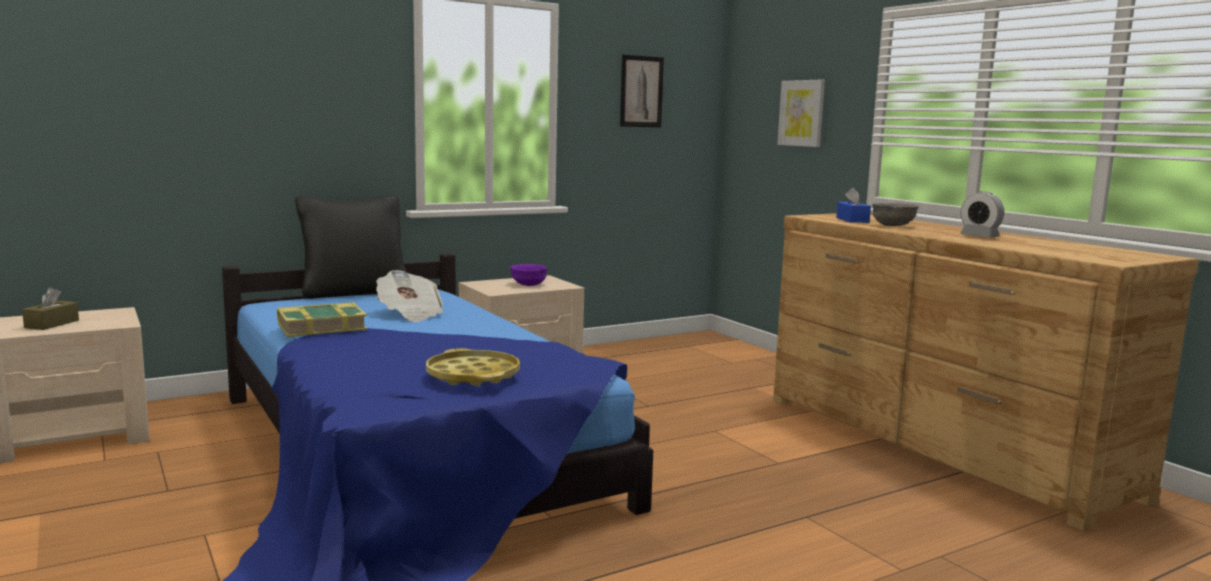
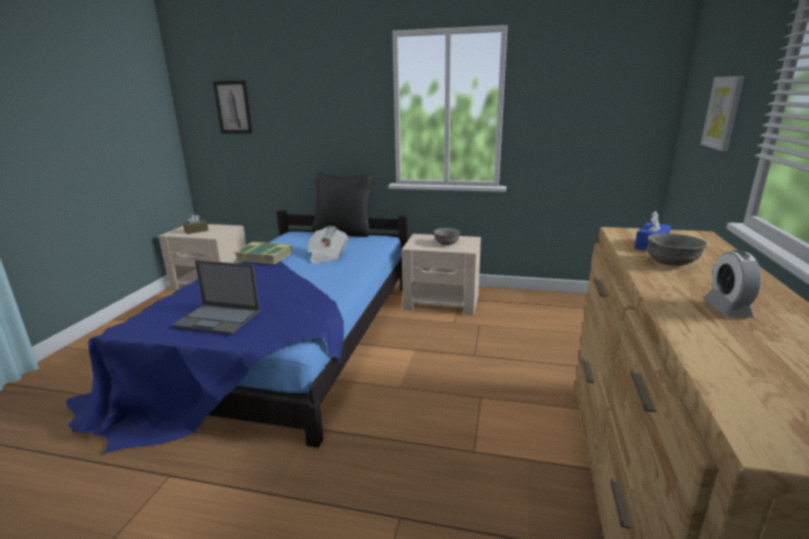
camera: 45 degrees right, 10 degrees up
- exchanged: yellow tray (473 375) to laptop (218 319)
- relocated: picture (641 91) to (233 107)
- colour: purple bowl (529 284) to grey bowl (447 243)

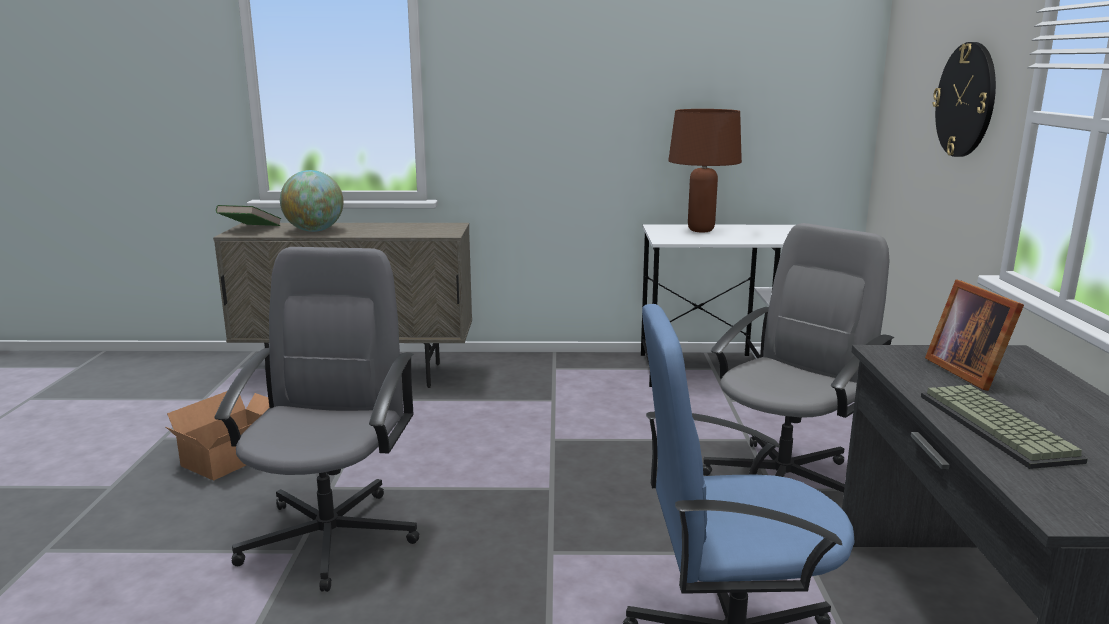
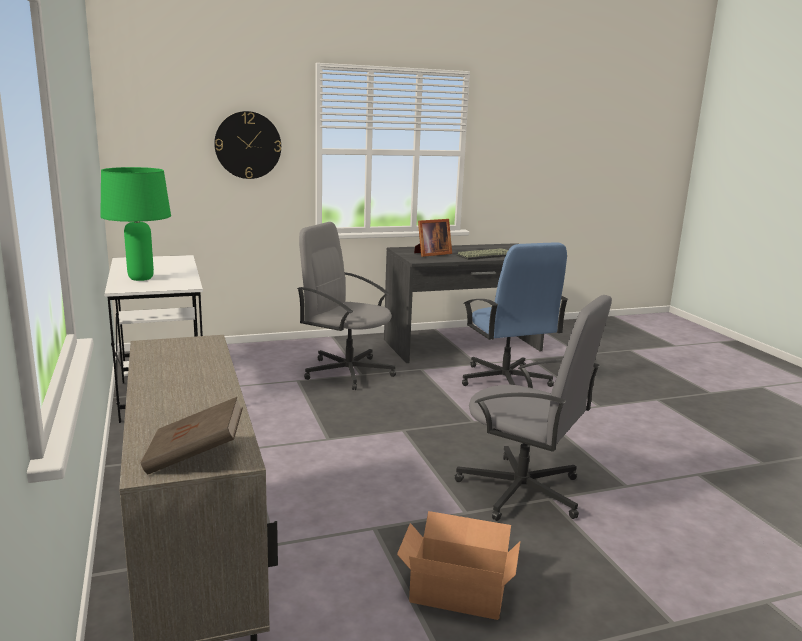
camera: 110 degrees left, 0 degrees up
- colour: brown table lamp (701 230) to green table lamp (141 278)
- colour: green book (250 229) to brown book (195 457)
- spun: grey office chair (331 536) = (522 491) 135 degrees counterclockwise
- missing: globe (314 231)

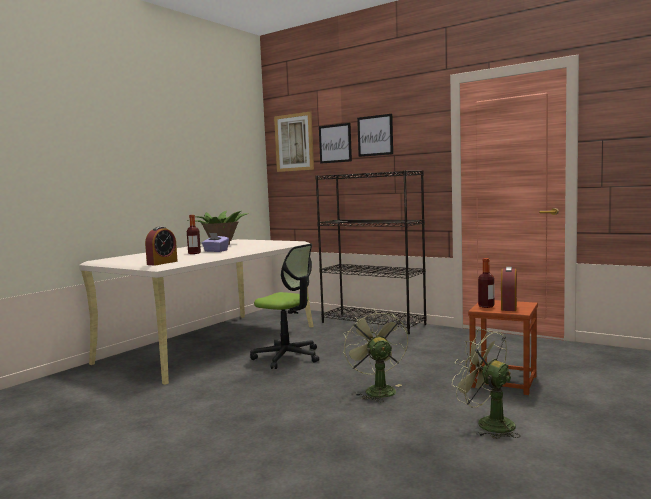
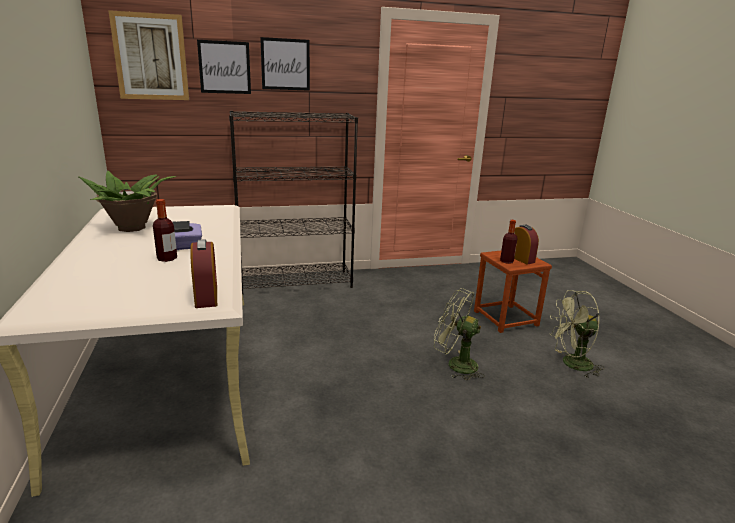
camera: 50 degrees left, 15 degrees up
- missing: office chair (287 357)

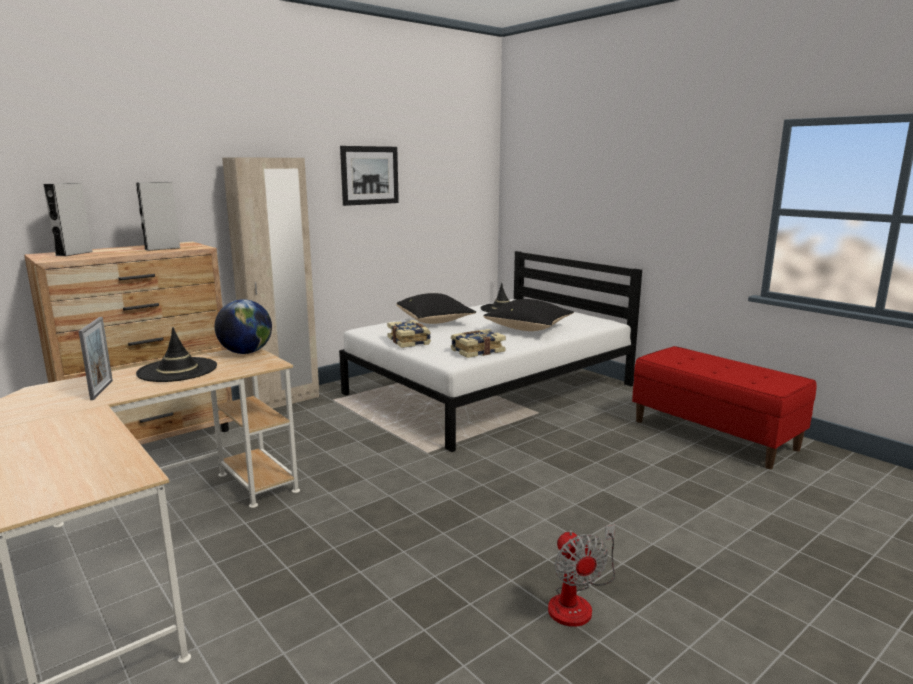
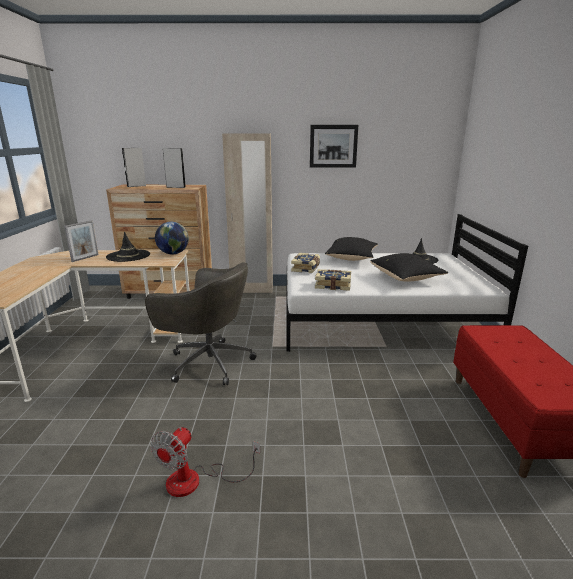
camera: 40 degrees right, 5 degrees up
- appeared: grey office chair (208 362)

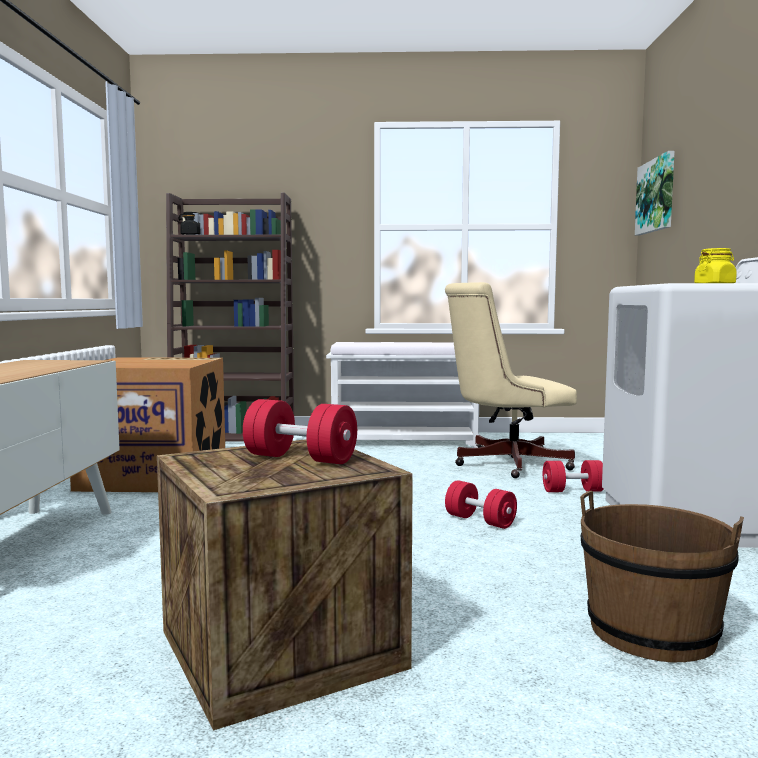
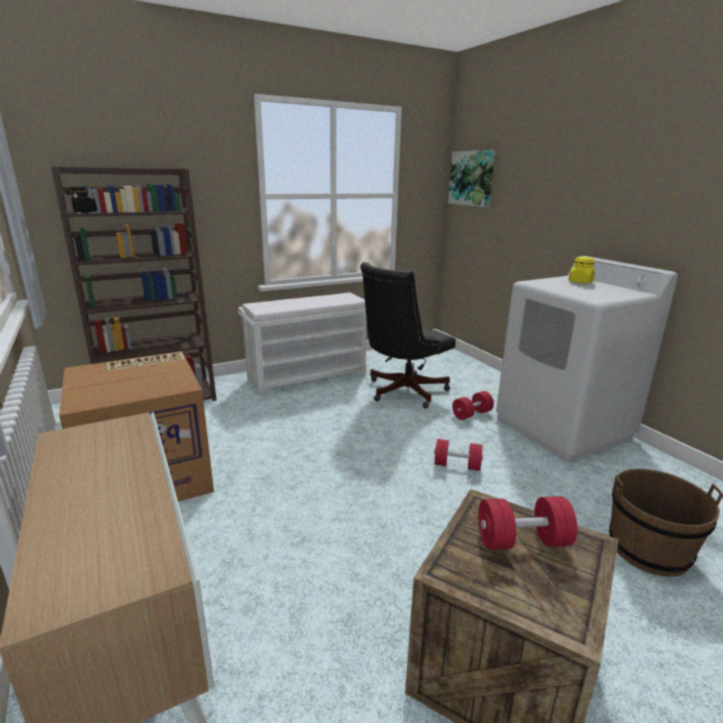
camera: 30 degrees left, 15 degrees up
- colour: beige office chair (504 464) to black office chair (402 391)

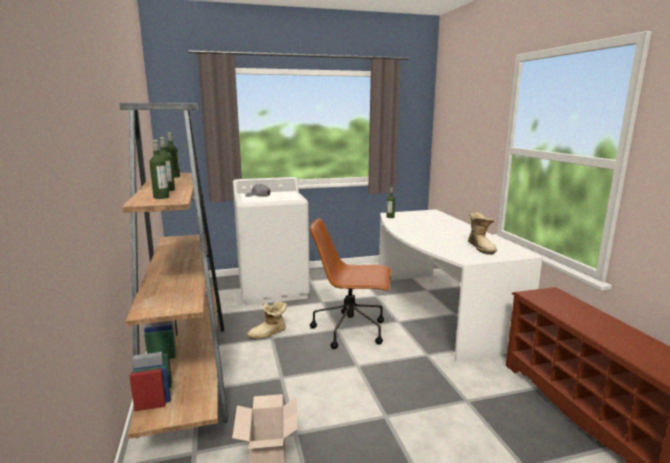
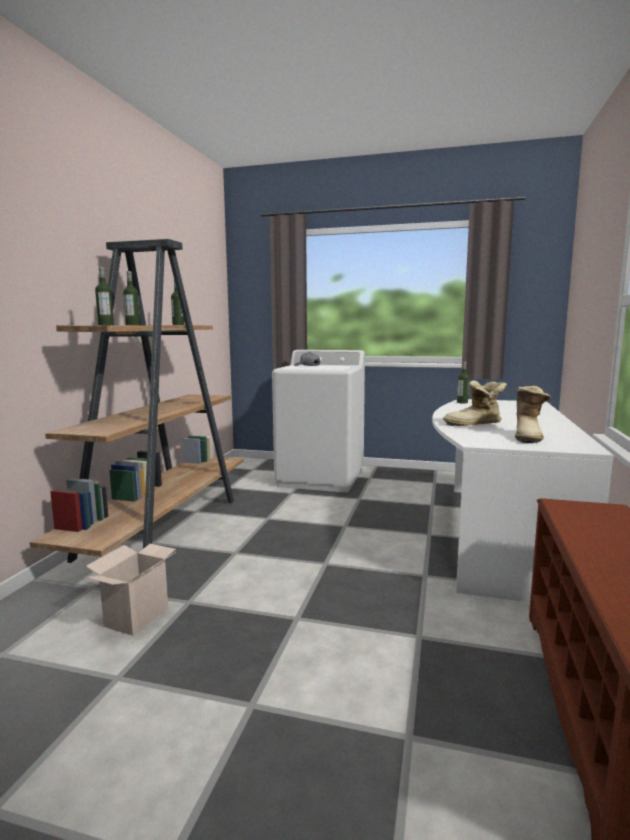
camera: 30 degrees right, 5 degrees down
- relocated: boot (269 334) to (474 425)
- missing: brown office chair (351 330)

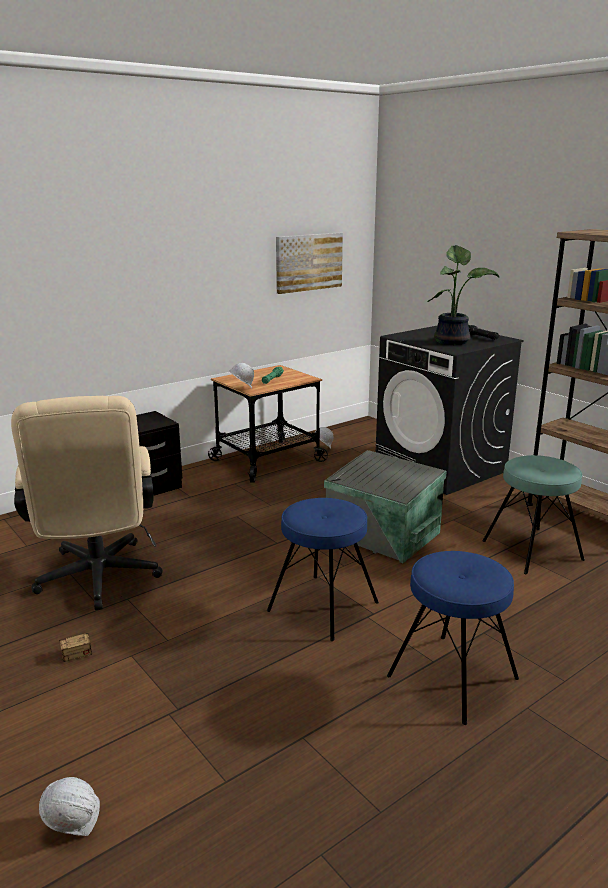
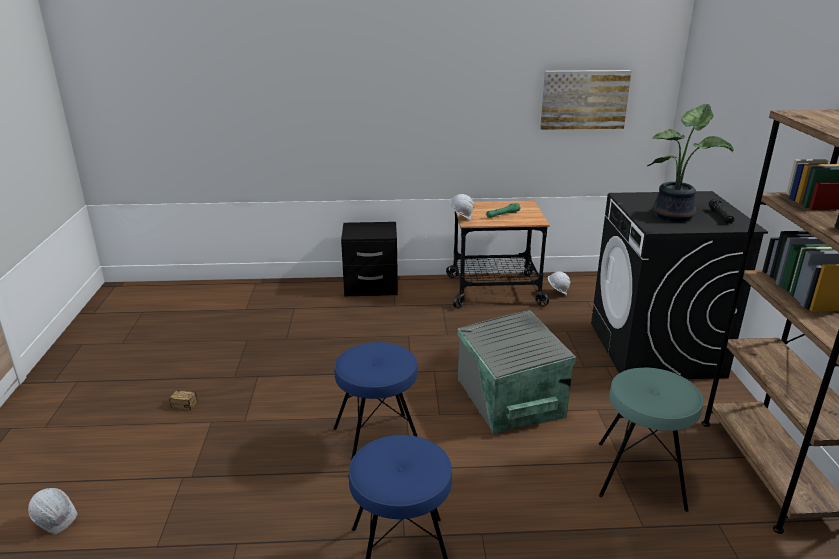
camera: 35 degrees right, 5 degrees up
- missing: beige office chair (98 581)

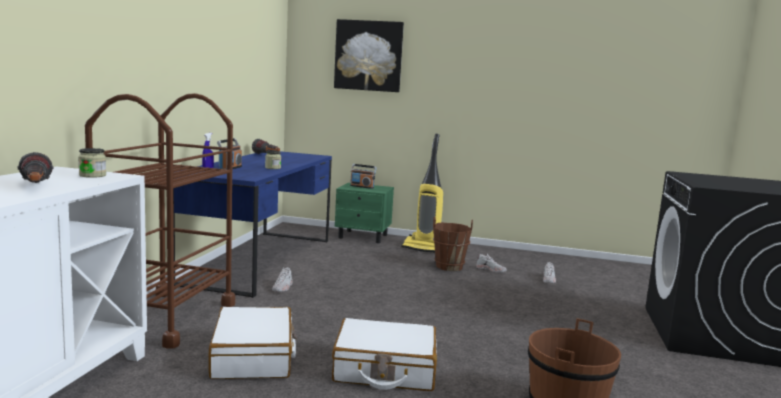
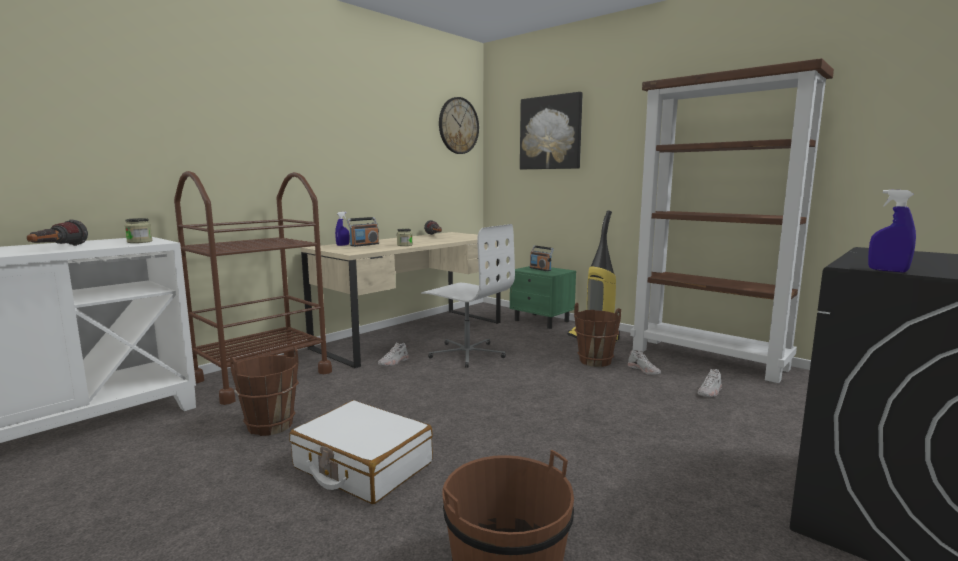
camera: 30 degrees right, 0 degrees up
- exchanged: white suitcase (253 357) to brown bucket (270 425)
- colour: blue desk (260 260) to beige desk (412 335)
- appeared: white office chair (467 353)
- appeared: wall clock (458 126)
- appeared: brown bookcase (708 359)
- appeared: blue spray bottle (887 270)

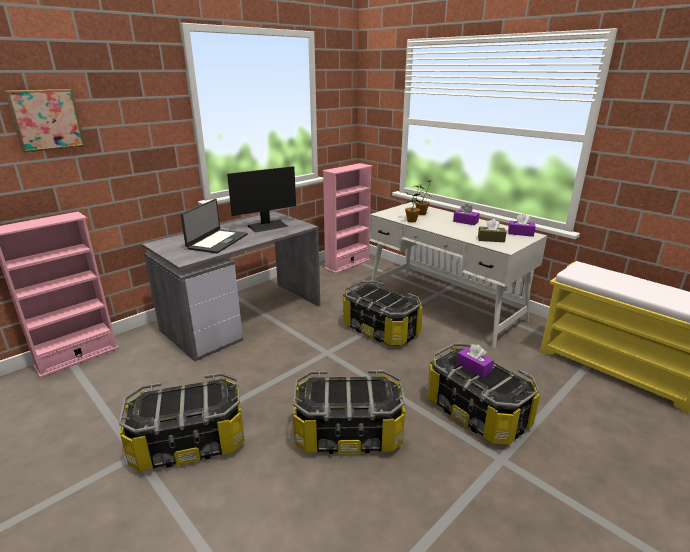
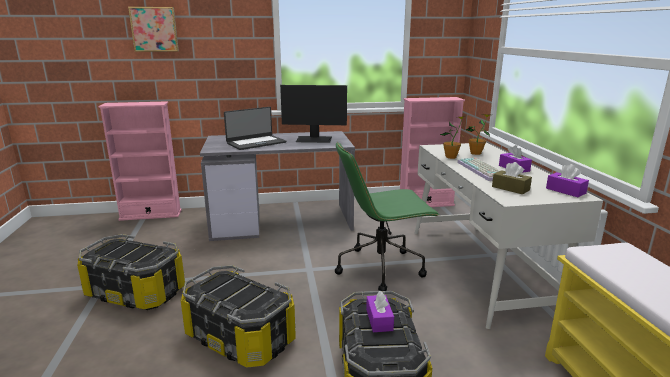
camera: 35 degrees right, 5 degrees down
- exchanged: storage box (380 330) to green office chair (381 267)
- appeared: keyboard (483 170)

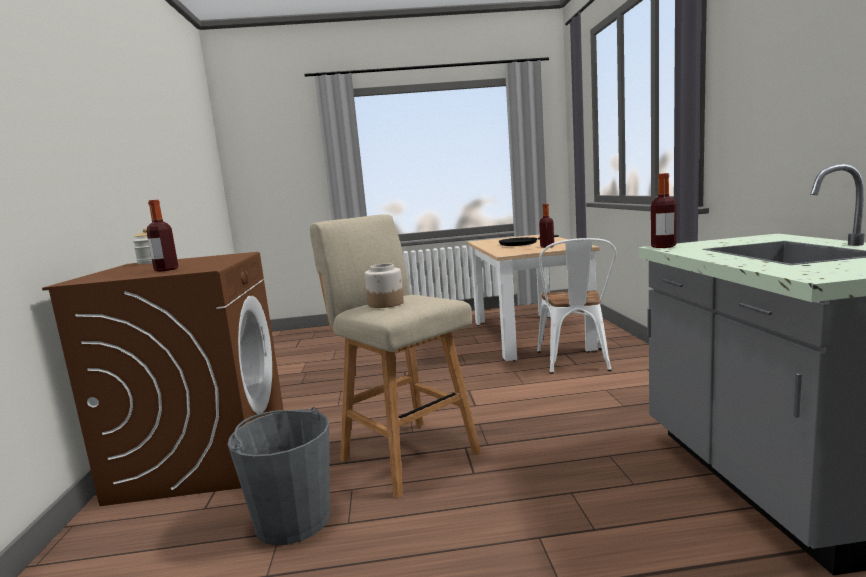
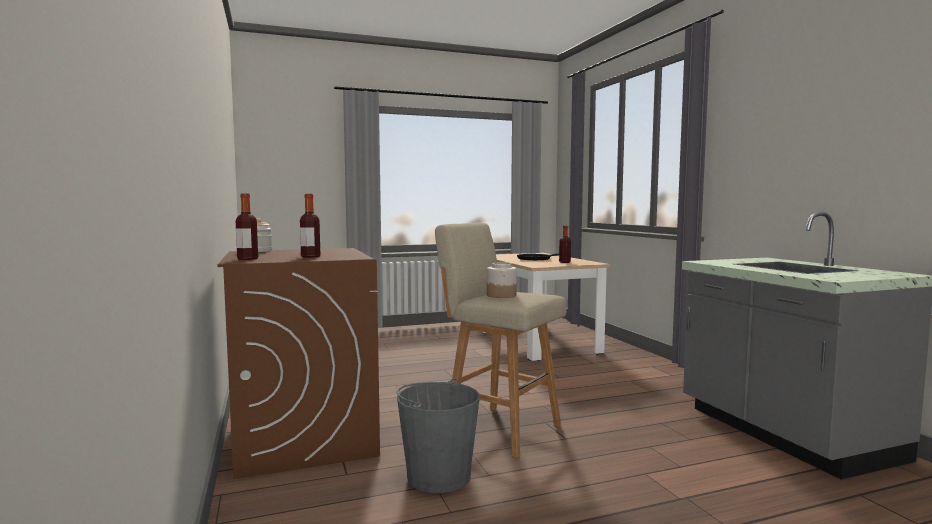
camera: 15 degrees left, 5 degrees down
- relocated: bottle (663 246) to (247 259)
- missing: white chair (575 363)

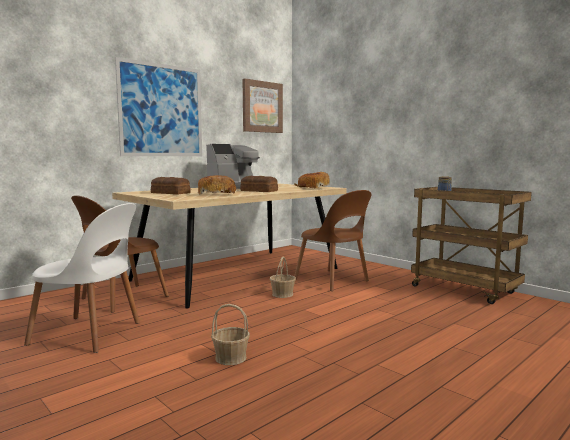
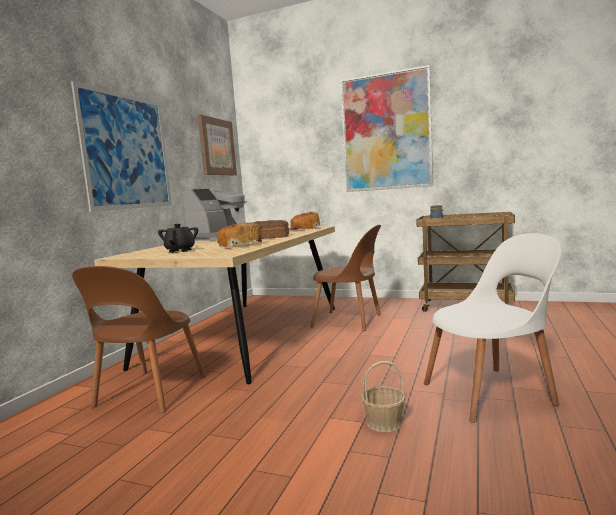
camera: 25 degrees left, 0 degrees up
- exchanged: bread (170 193) to black teapot (180 251)
- appeared: picture (386 132)
- relocated: white chair (89 334) to (492 392)
- missing: basket (282 294)

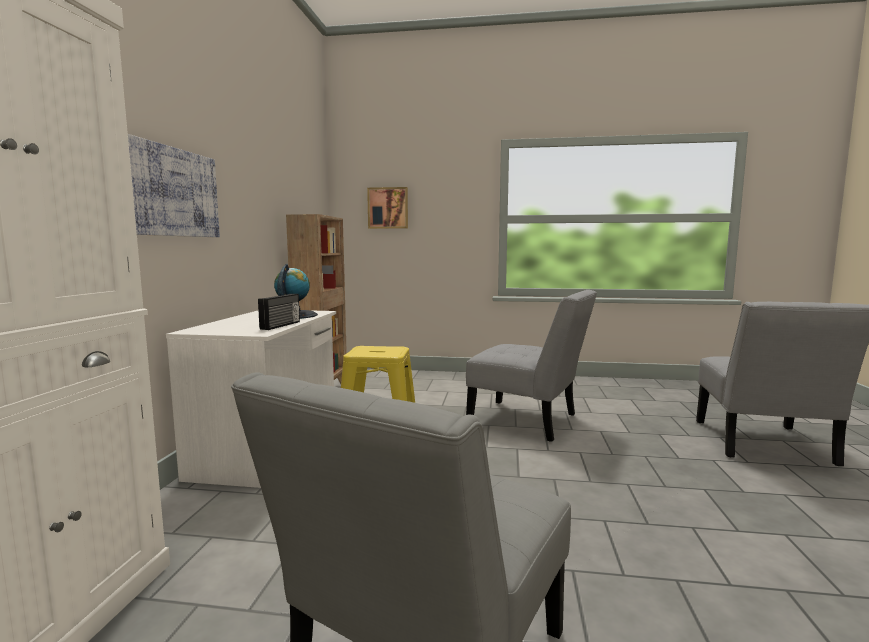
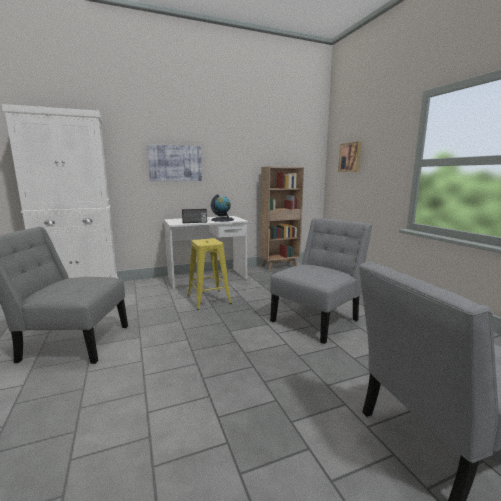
camera: 60 degrees right, 5 degrees up
- spun: grey chair (528 421) = (317 319) 135 degrees counterclockwise

